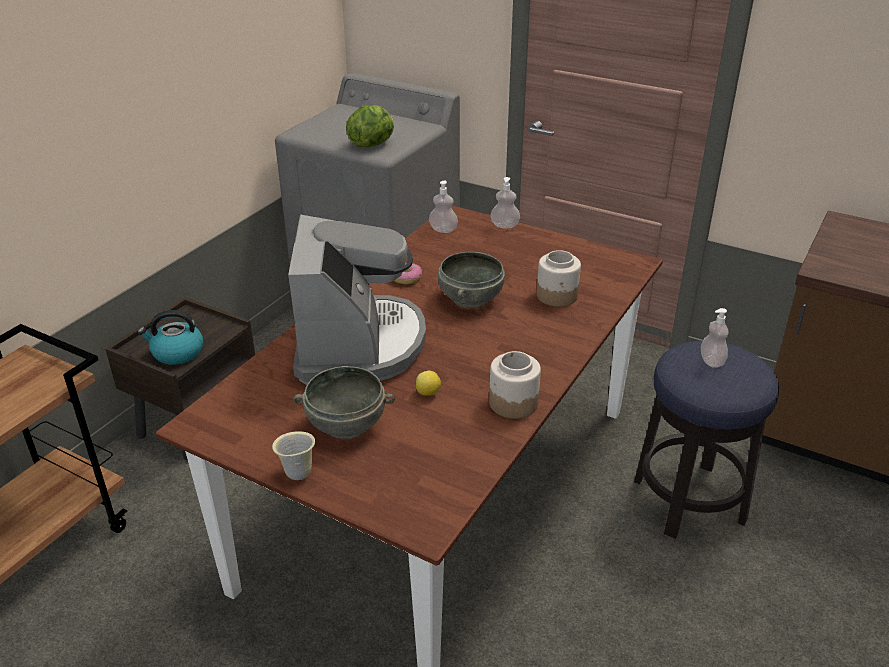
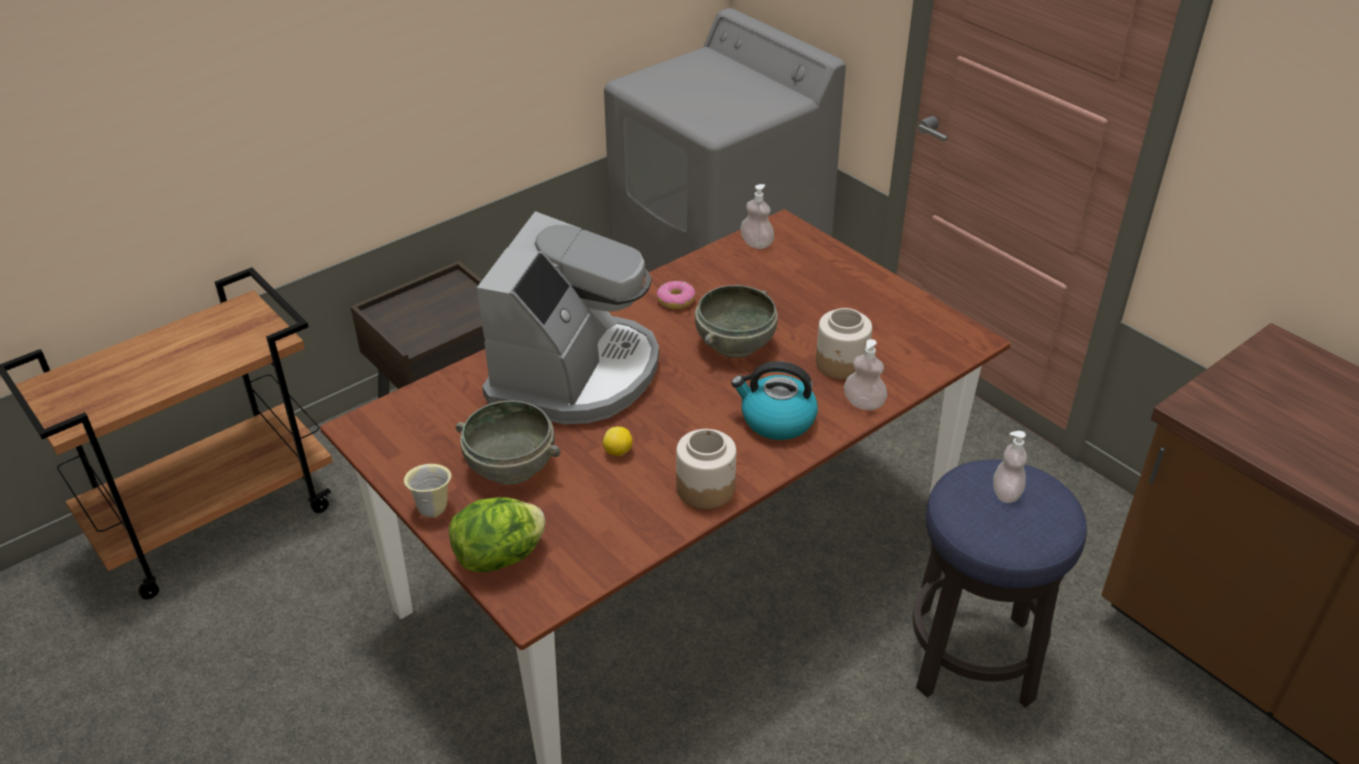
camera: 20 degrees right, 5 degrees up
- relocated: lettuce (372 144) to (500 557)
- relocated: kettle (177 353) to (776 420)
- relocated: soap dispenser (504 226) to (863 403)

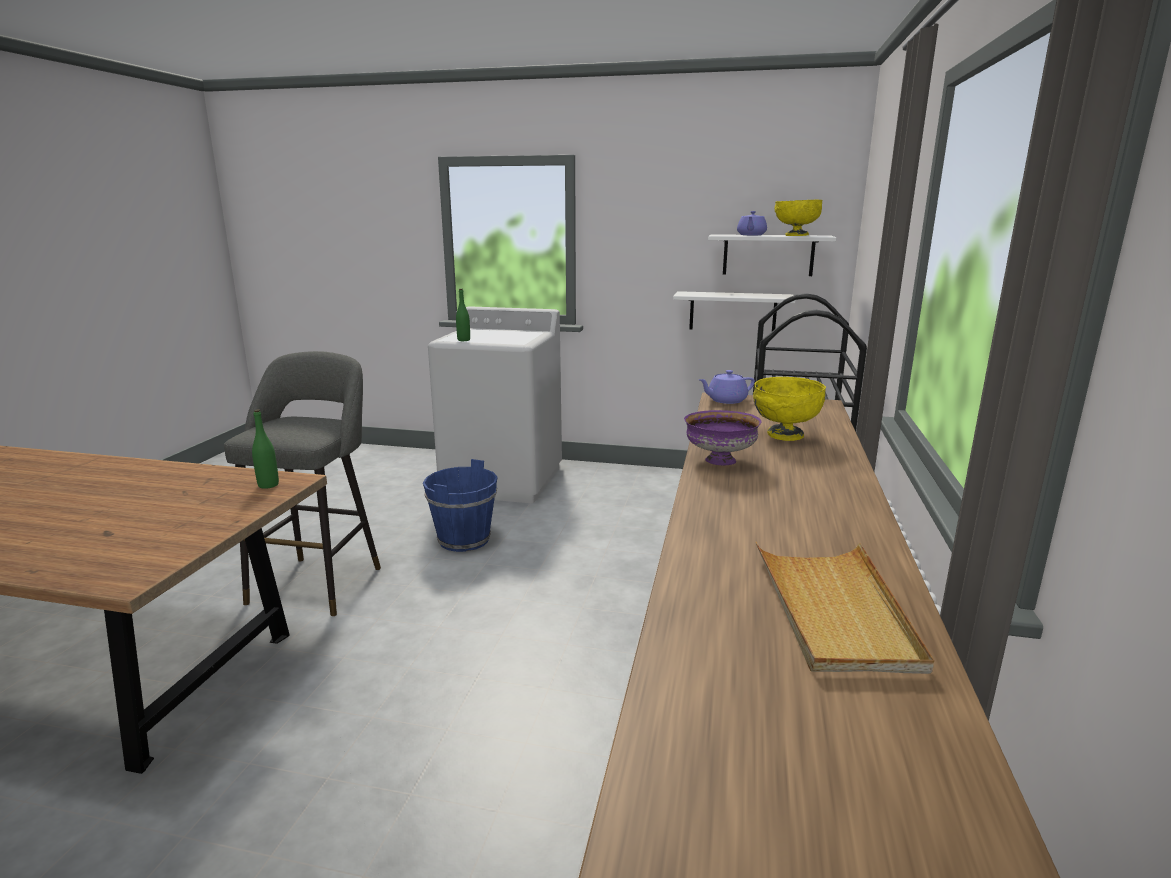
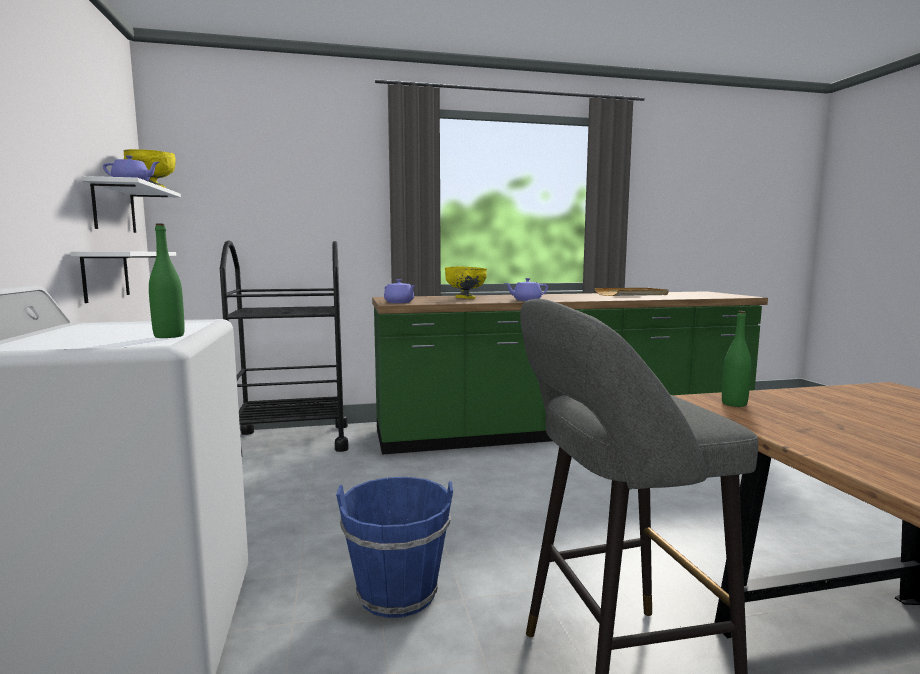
camera: 115 degrees left, 10 degrees down
- exchanged: purple bowl (719 460) to purple teapot (526 300)

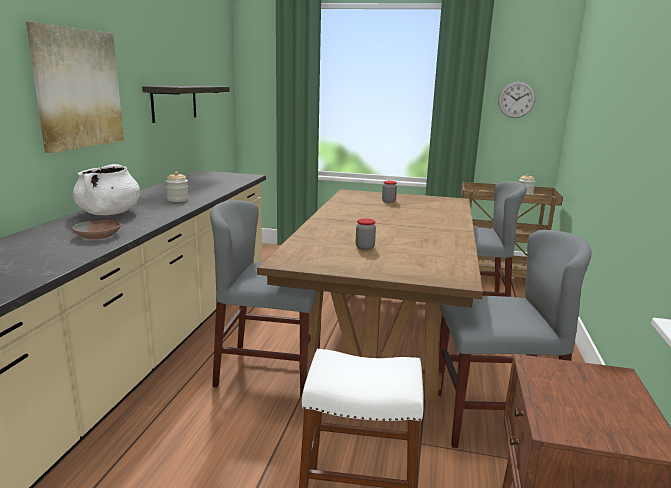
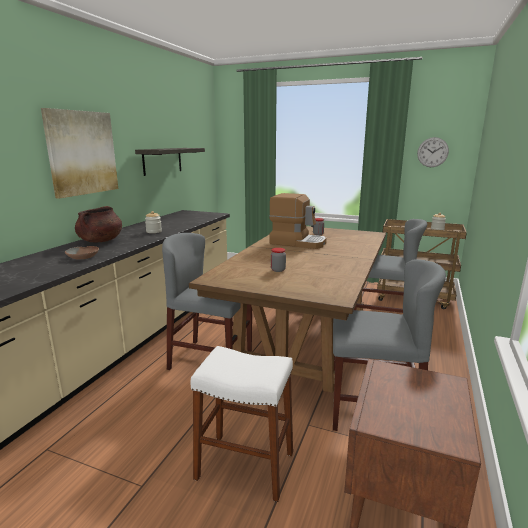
camera: 10 degrees right, 0 degrees up
- colour: white cooking pot (109 213) to brown cooking pot (100 241)
- appeared: coffee machine (298 242)

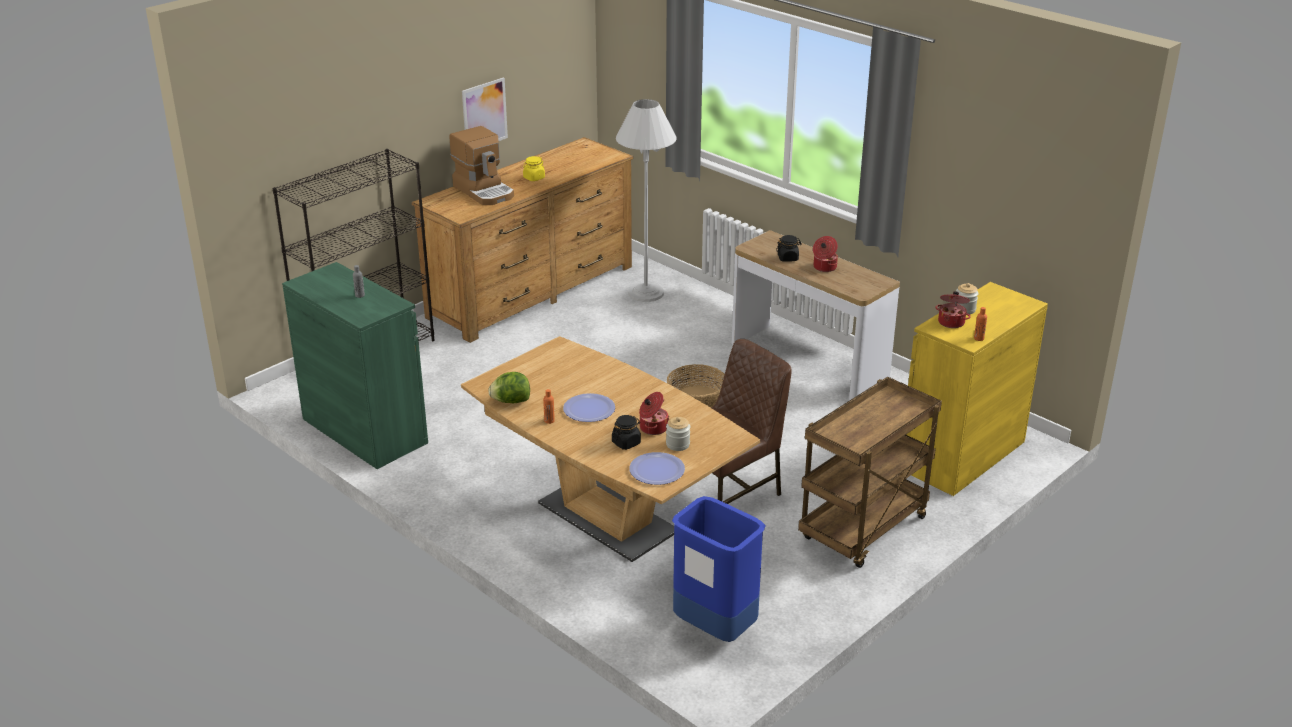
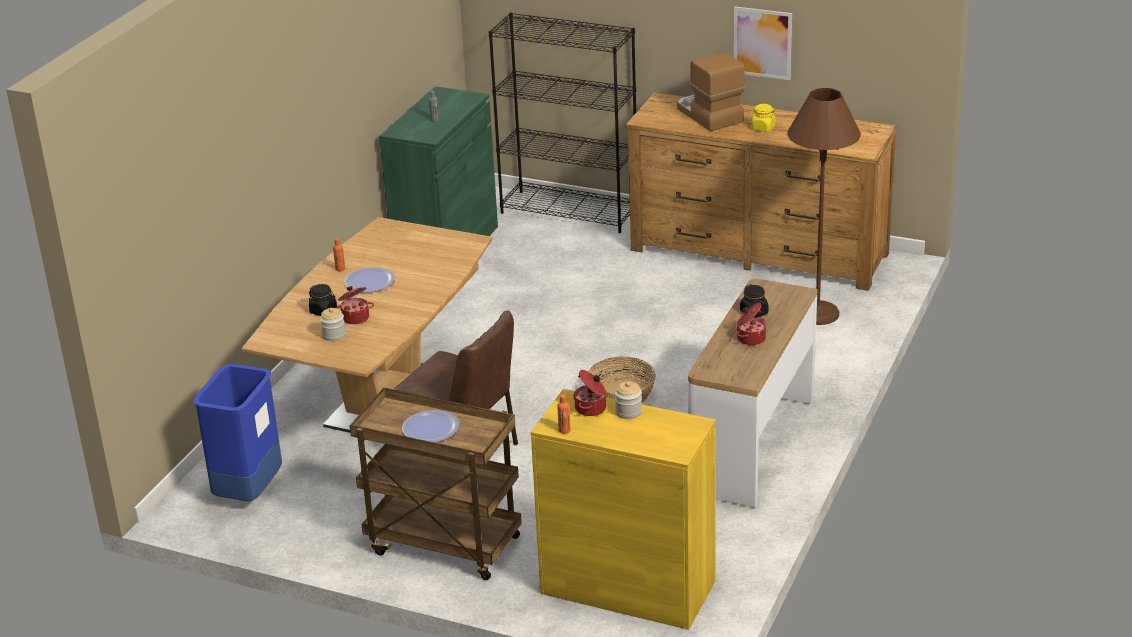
camera: 70 degrees right, 0 degrees up
- relocated: plate (656 470) to (430 428)
- spun: coffee machine (484 191) = (708 115) 120 degrees clockwise
- colour: white floor lamp (646 293) to brown floor lamp (817 313)
- missing: lettuce (511 401)

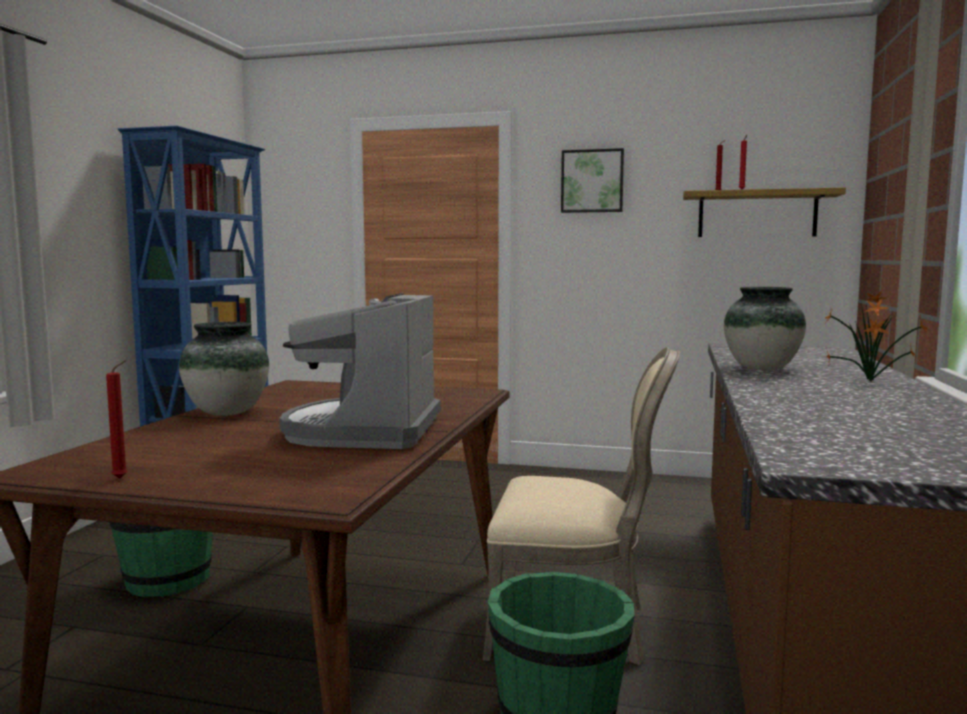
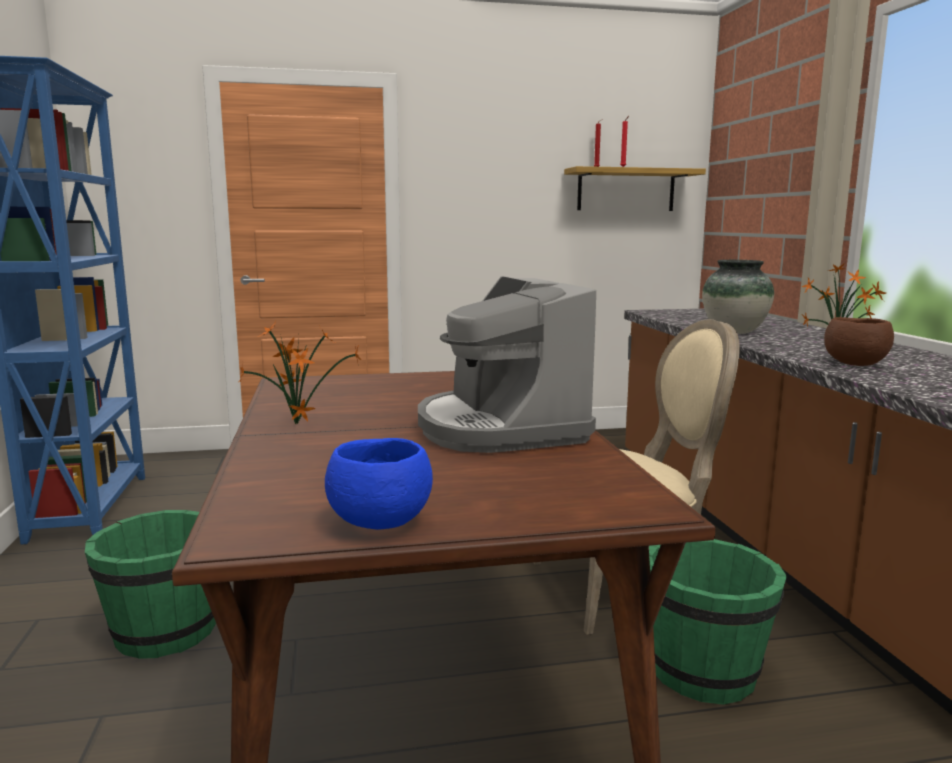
camera: 25 degrees left, 5 degrees up
- exchanged: vase (226 412) to potted plant (297 424)
- exchanged: red candle (122 478) to blue bowl (381 523)
- appeared: brown bowl (855 364)
- missing: picture (592 181)

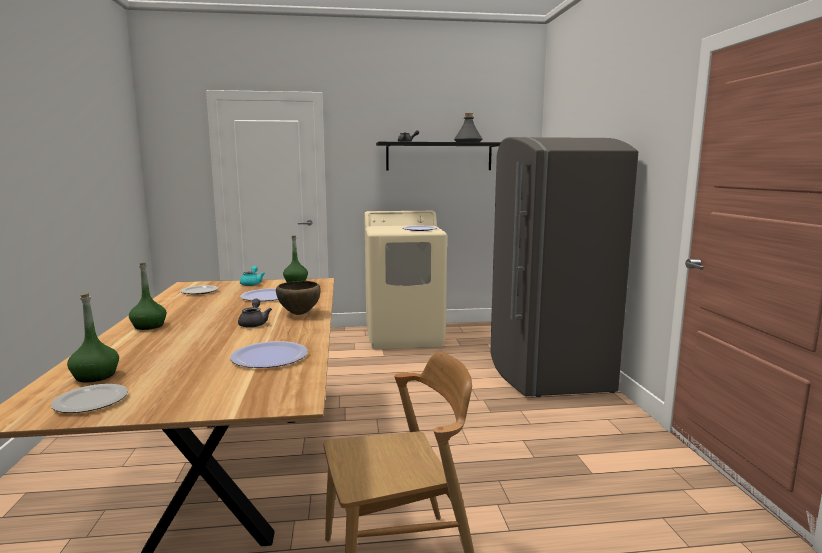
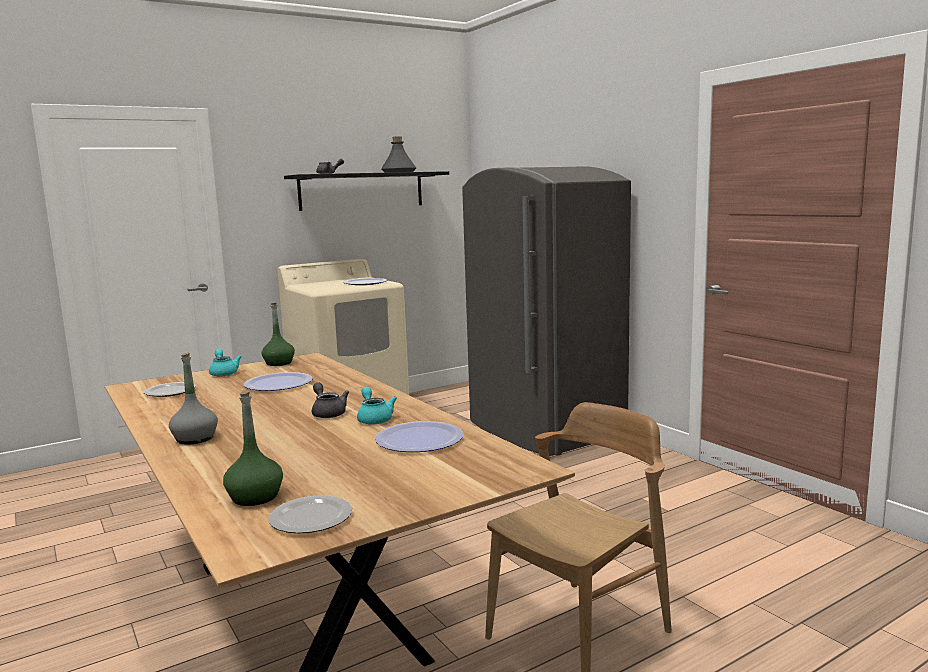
camera: 25 degrees left, 0 degrees up
- colour: green bottle (148 326) to grey bottle (195 439)
- appeared: turquoise teapot (374 419)
- missing: brown bowl (299 314)

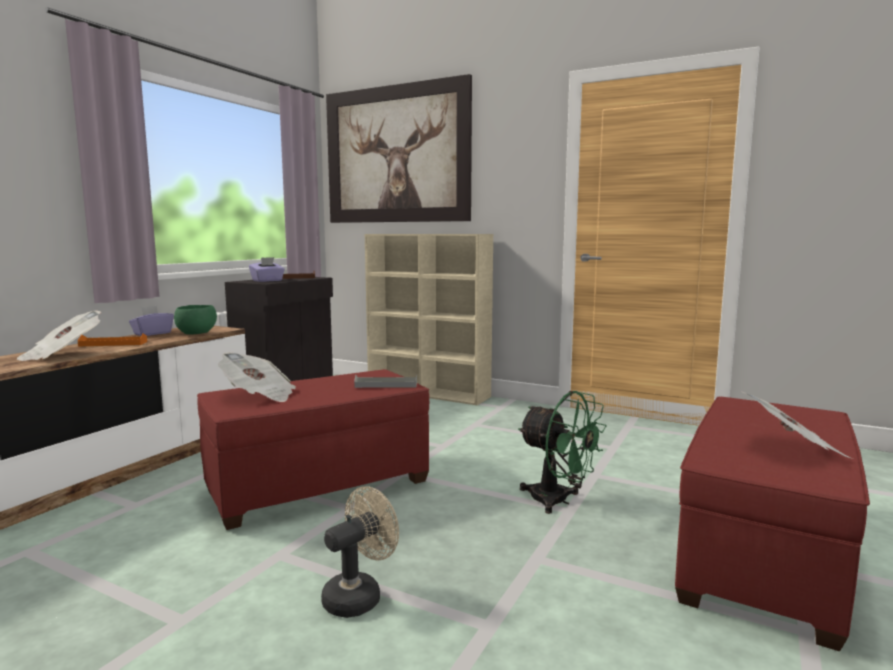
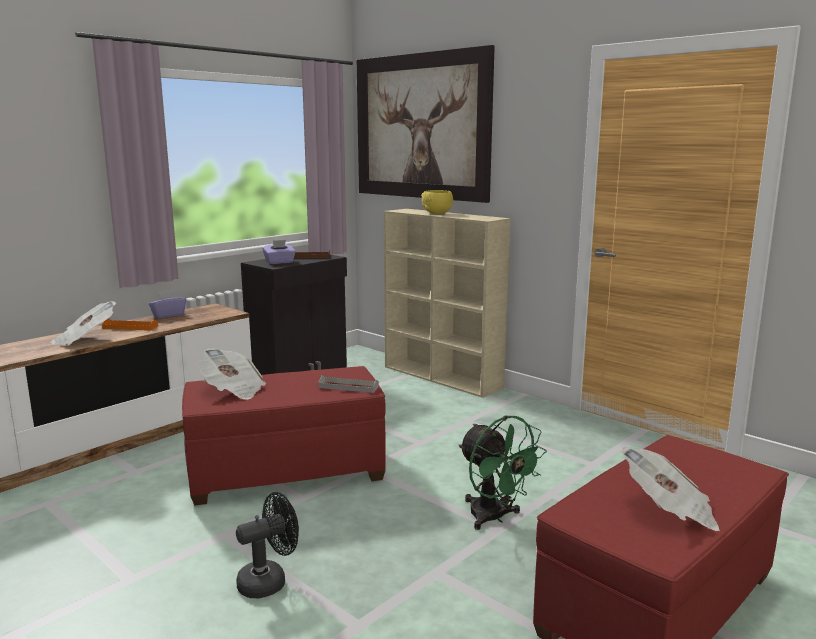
camera: 15 degrees right, 5 degrees up
- colour: beige fan (359 595) to black fan (269 581)
- appeared: yellow bowl (437 213)
- missing: green bowl (196 334)

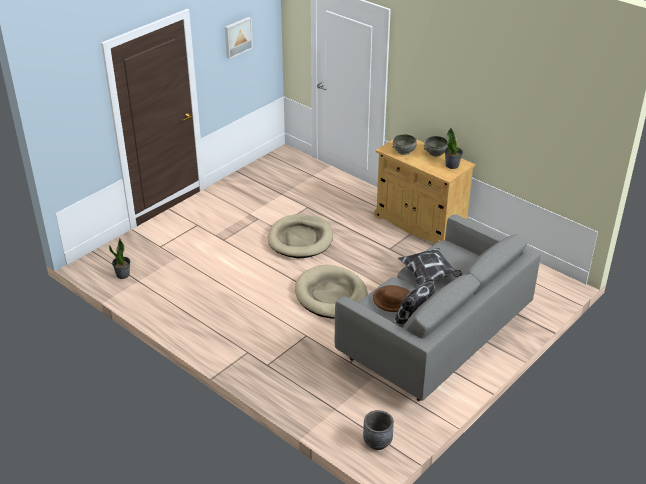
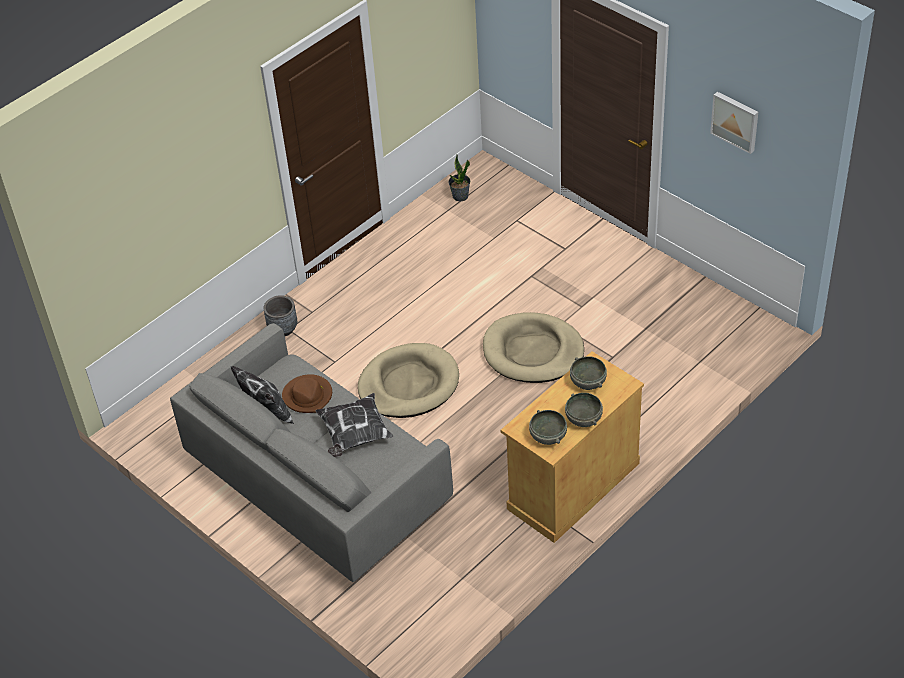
camera: 95 degrees right, 10 degrees up
- relocated: grey planter (377 442) to (283 329)
- exchanged: potted plant (452 165) to grey bowl (547 437)

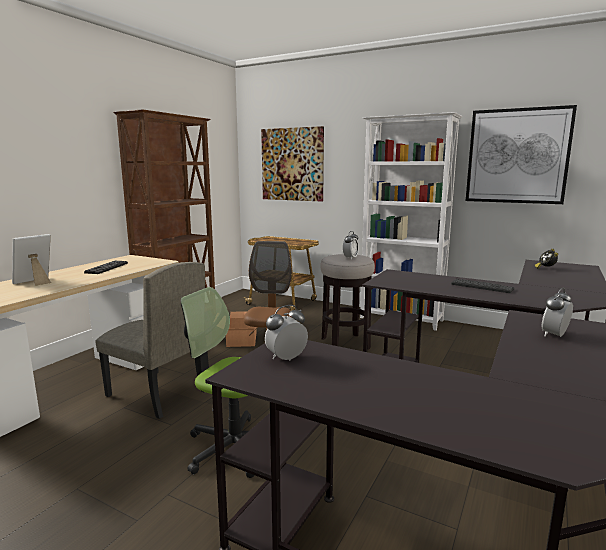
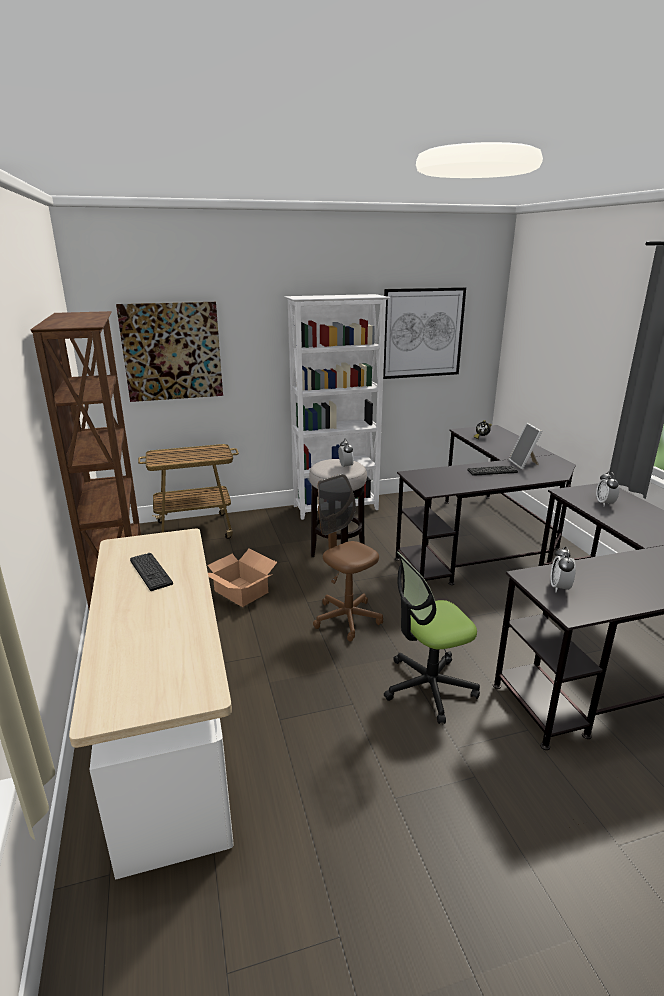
camera: 45 degrees left, 10 degrees up
- relocated: picture frame (35 282) to (524 464)
- missing: beige chair (156 394)

